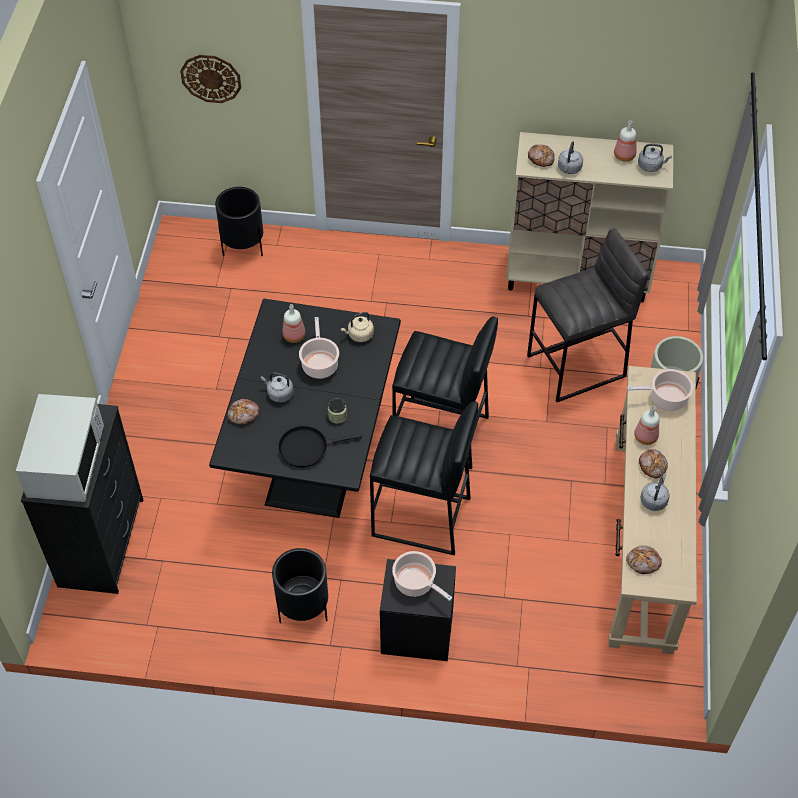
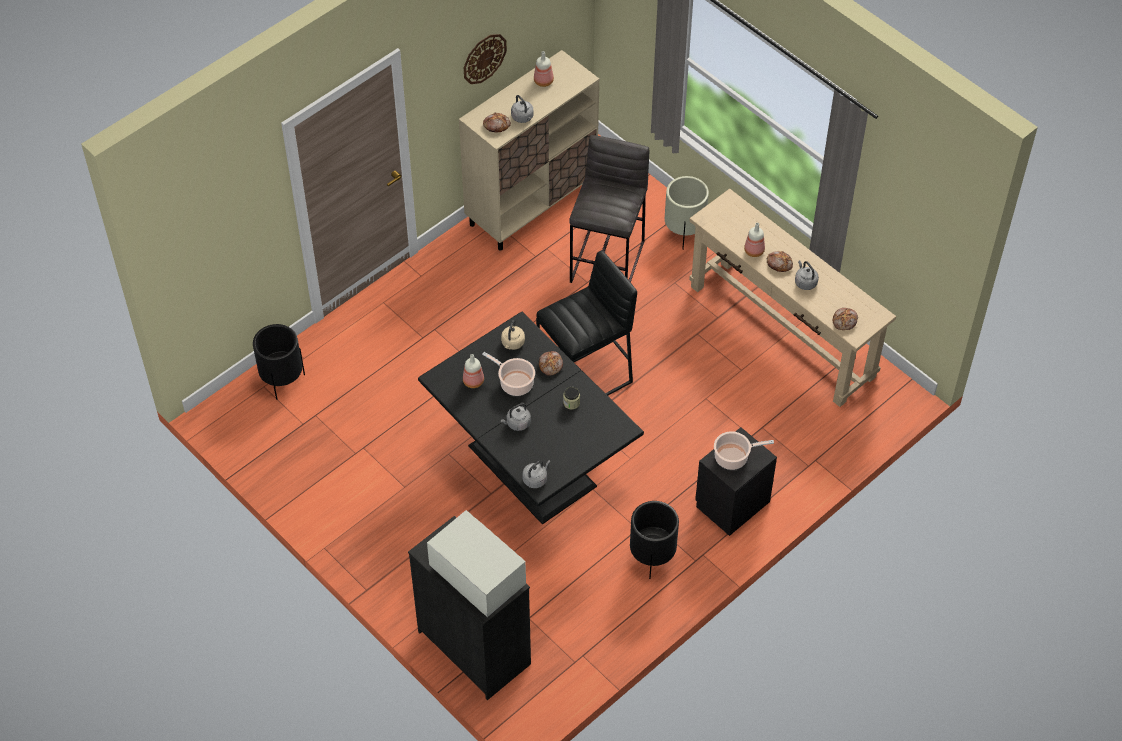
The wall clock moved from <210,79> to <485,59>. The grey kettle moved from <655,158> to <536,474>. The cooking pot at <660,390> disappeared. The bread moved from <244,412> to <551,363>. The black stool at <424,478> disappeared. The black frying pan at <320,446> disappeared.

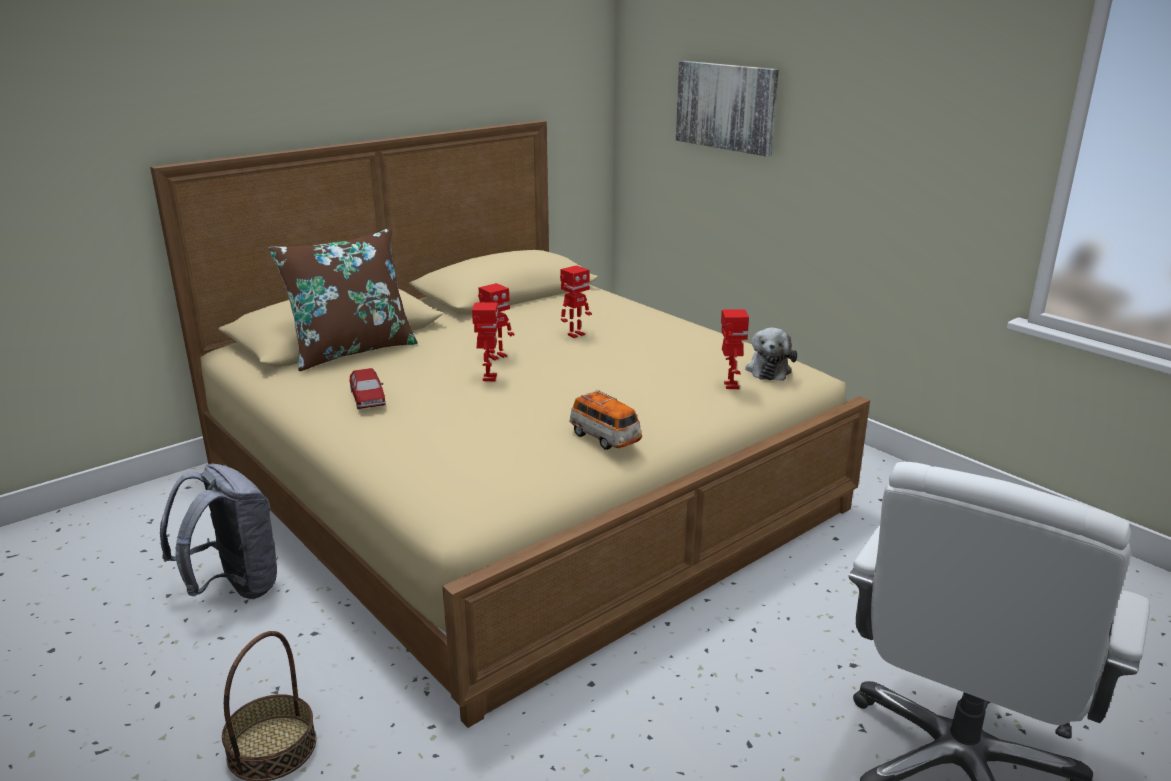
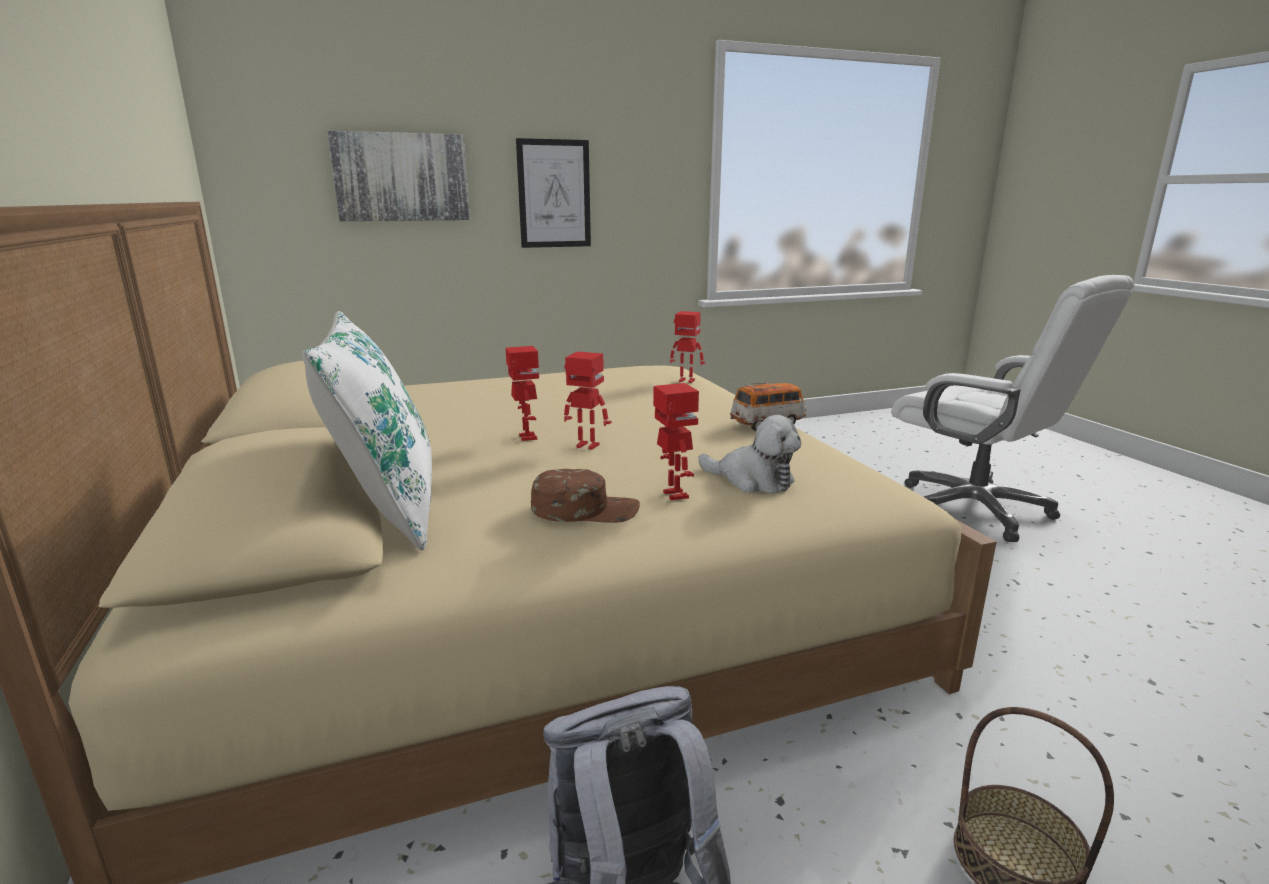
The brown pillow at <343,299> became the white pillow at <367,431>. The toy robot moved from <576,301> to <676,441>. The plush toy moved from <771,354> to <750,454>. The toy car at <367,388> was replaced by the brown cap at <585,496>. The picture at <553,193> appeared.

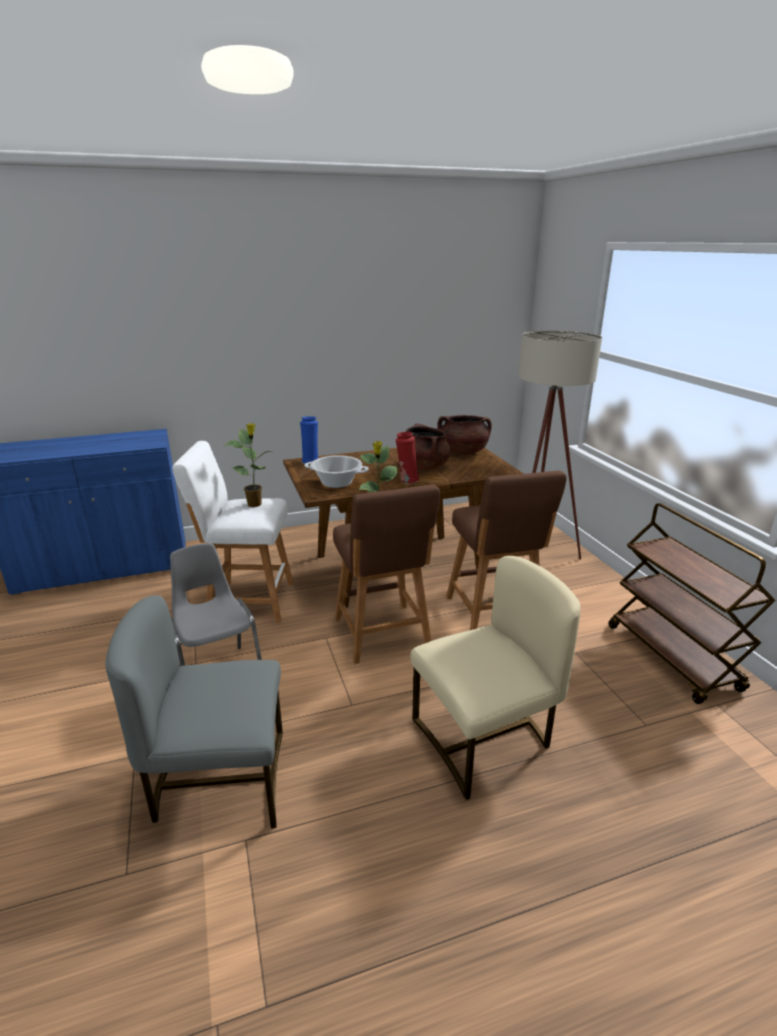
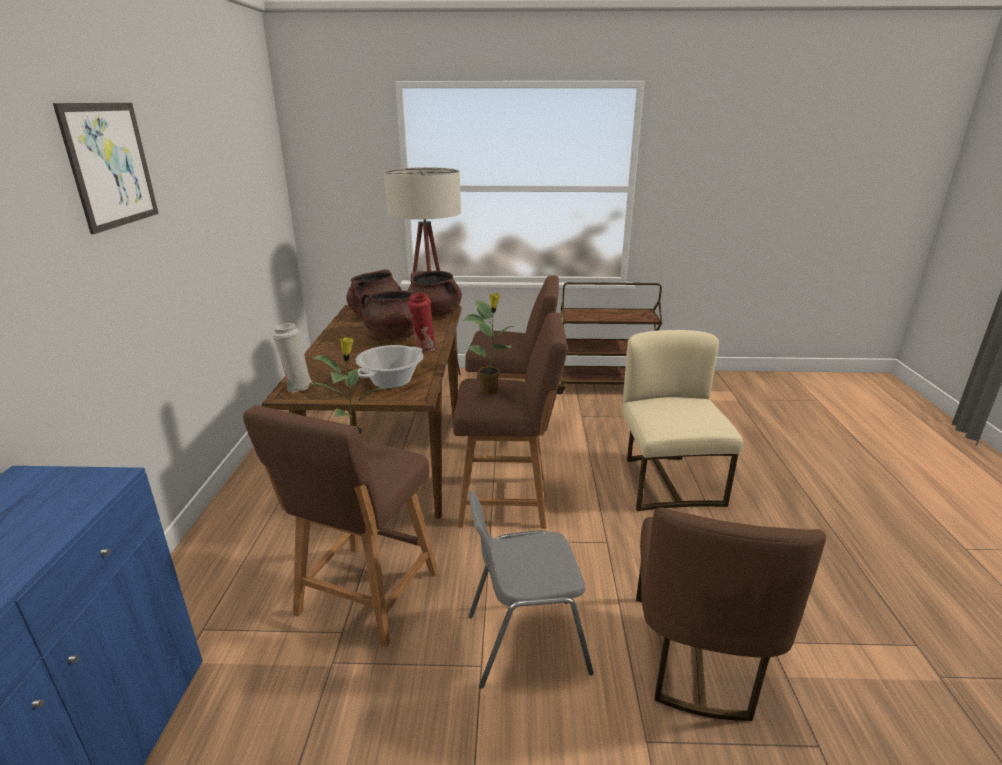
The blue vase at <309,440> became the white vase at <293,357>. The white stool at <233,532> became the brown stool at <340,527>. The grey chair at <194,712> became the brown chair at <731,614>. The picture at <106,168> appeared. The brown cooking pot at <435,294> appeared.

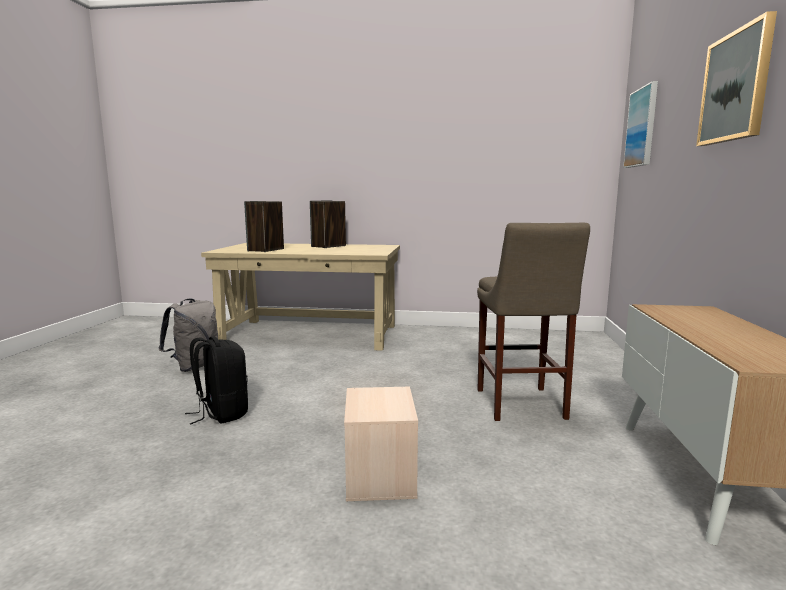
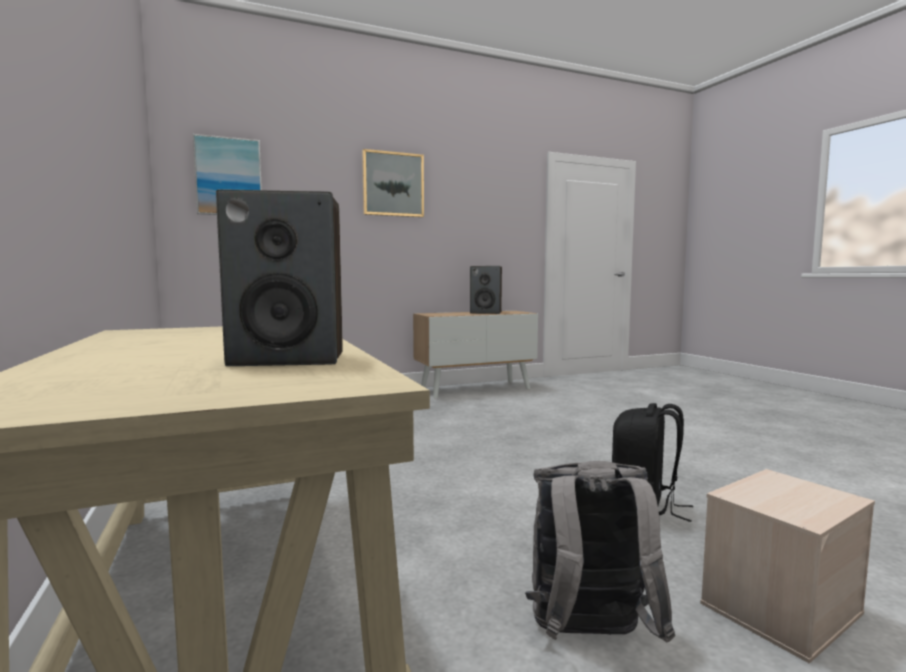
The speaker moved from <328,224> to <486,290>. The beige stool at <533,322> disappeared. The beige storage box moved from <381,444> to <787,566>.

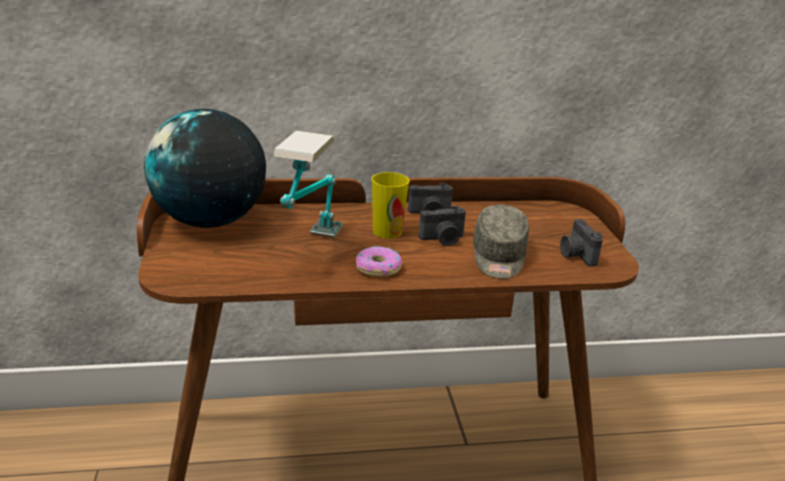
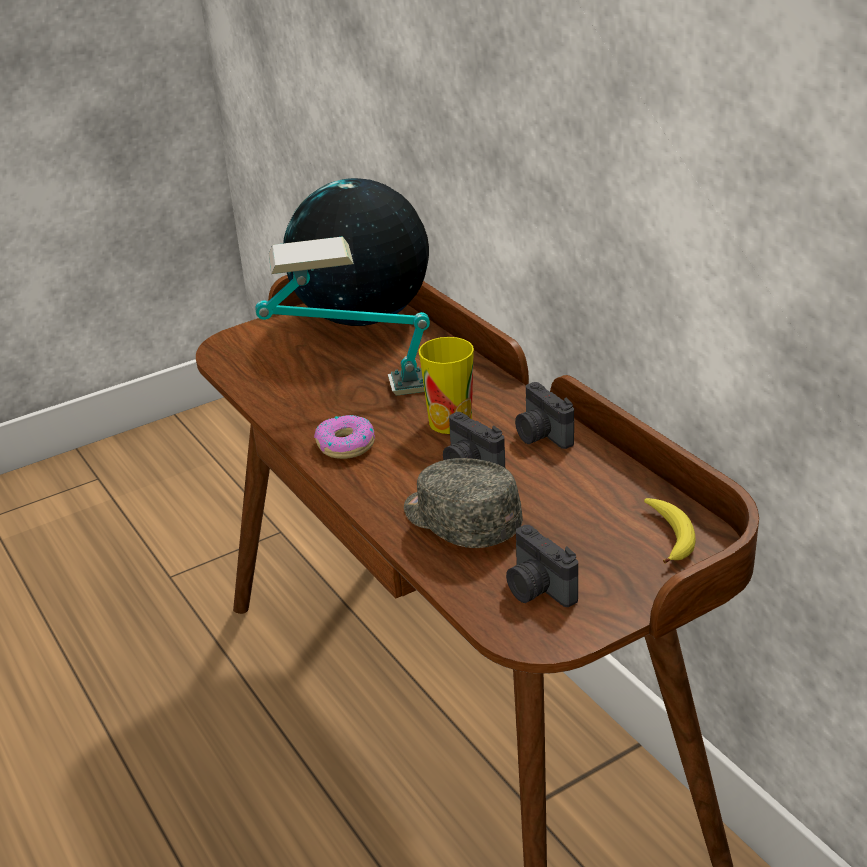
The grey cap at <501,241> turned 60 degrees clockwise. The photo camera at <581,242> turned 90 degrees counterclockwise. The banana at <669,531> appeared.

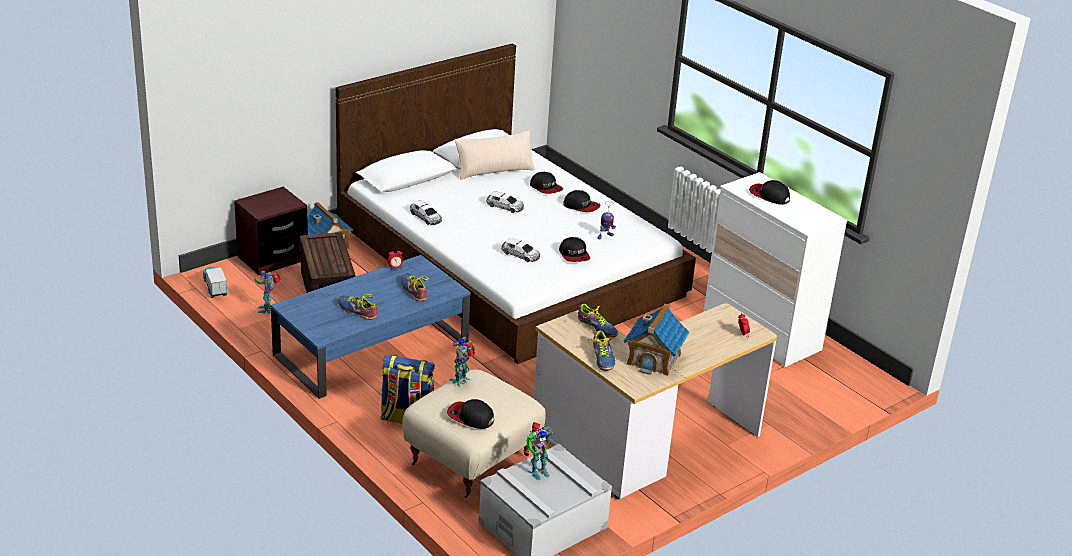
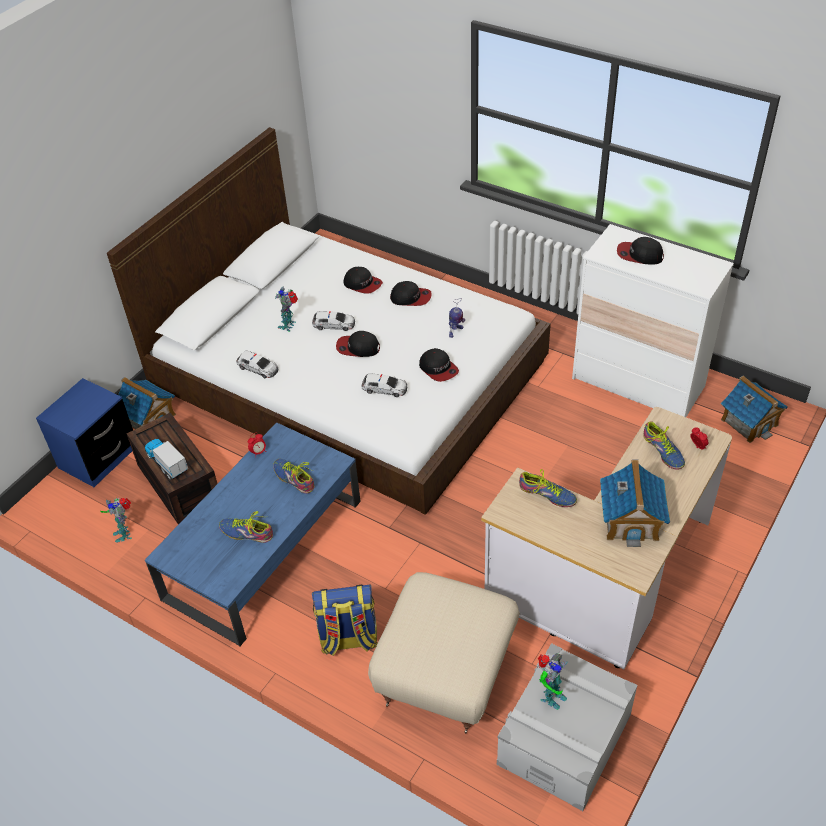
The beige pillow at <495,155> disappeared. The brown nightstand at <271,231> became the blue nightstand at <84,432>. The toy truck moved from <215,282> to <166,459>. The shoe moved from <601,350> to <664,445>. The toy robot moved from <462,362> to <286,309>. The cap moved from <470,414> to <358,344>. The toy house at <754,409> appeared.

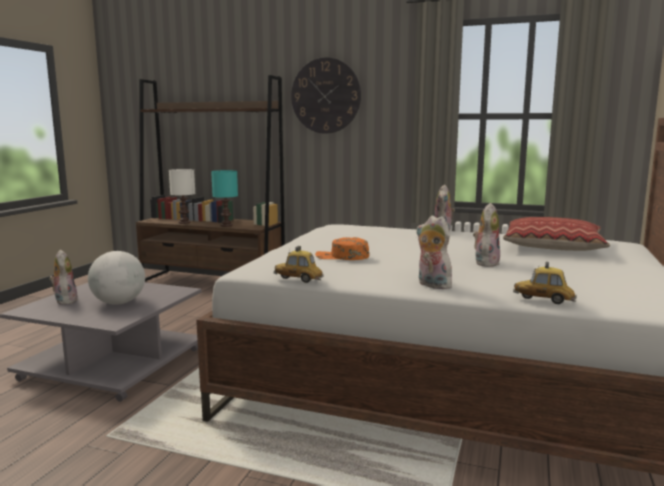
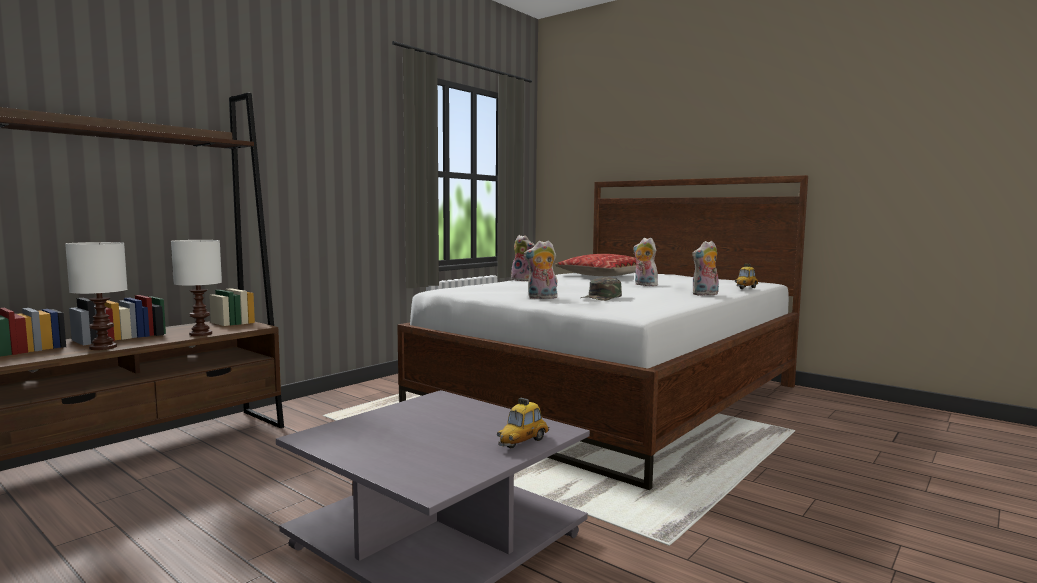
The wall clock at <326,95> disappeared. The turquoise table lamp at <224,198> became the white table lamp at <196,288>. The orange cap at <342,248> became the green cap at <601,289>. The toy car moved from <298,264> to <523,423>. The plush toy moved from <63,277> to <541,269>. The globe at <116,278> disappeared.

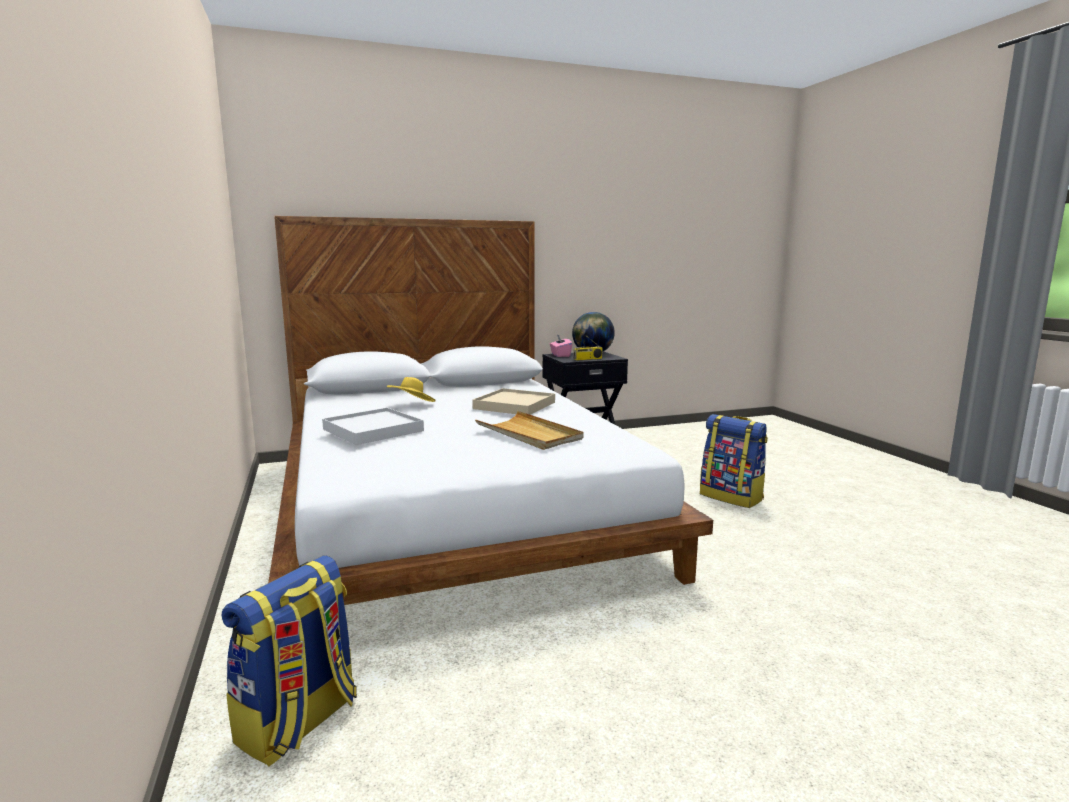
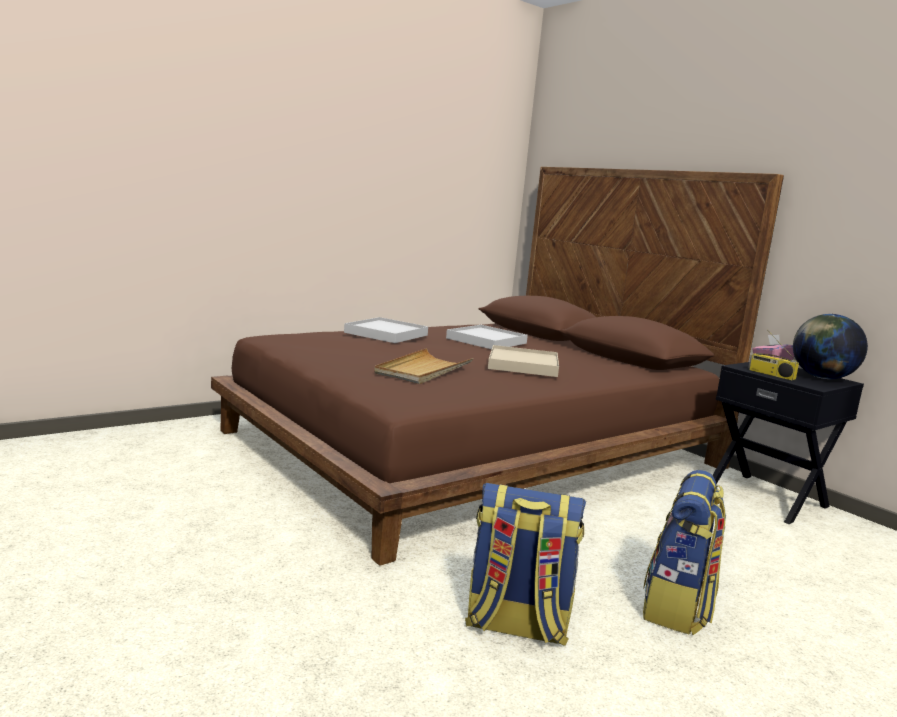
The white bed at <490,410> became the brown bed at <497,366>. The yellow hat at <411,389> was replaced by the white tray at <487,337>. The backpack moved from <289,660> to <525,564>.

